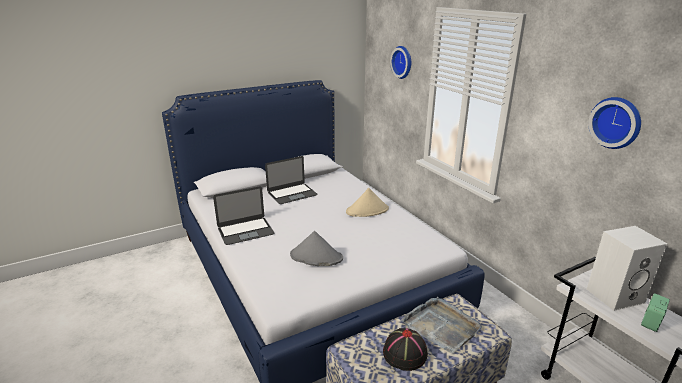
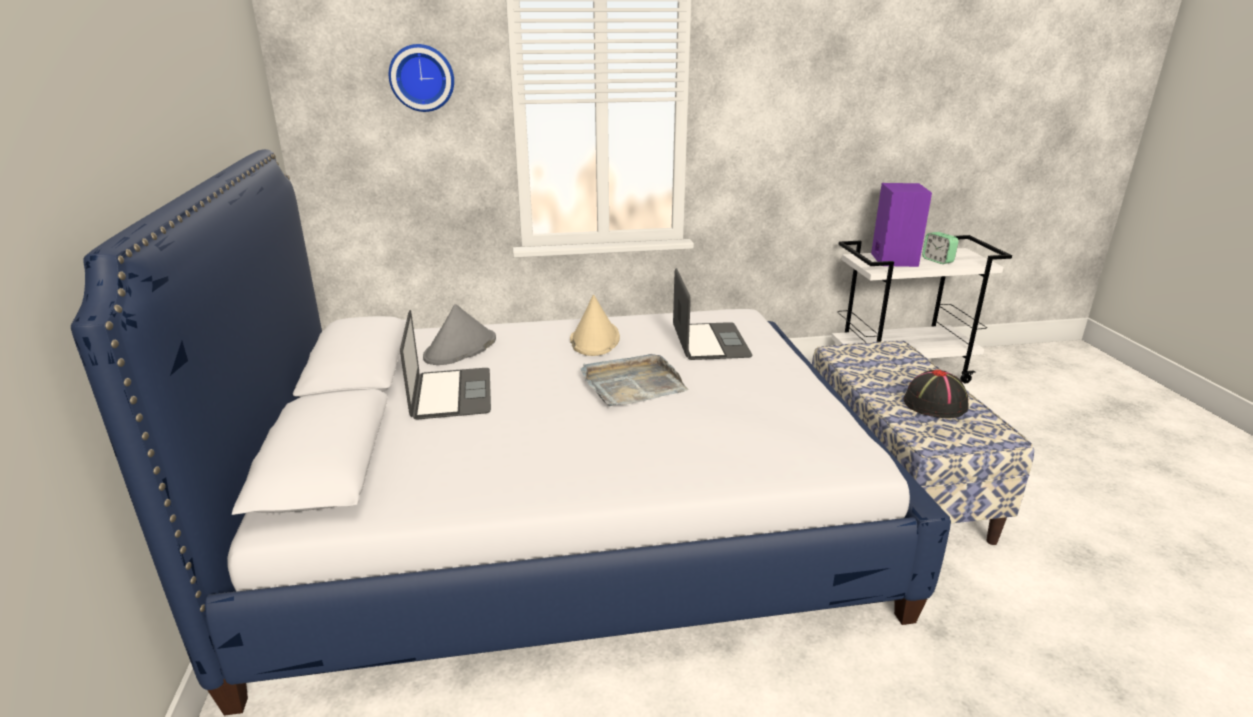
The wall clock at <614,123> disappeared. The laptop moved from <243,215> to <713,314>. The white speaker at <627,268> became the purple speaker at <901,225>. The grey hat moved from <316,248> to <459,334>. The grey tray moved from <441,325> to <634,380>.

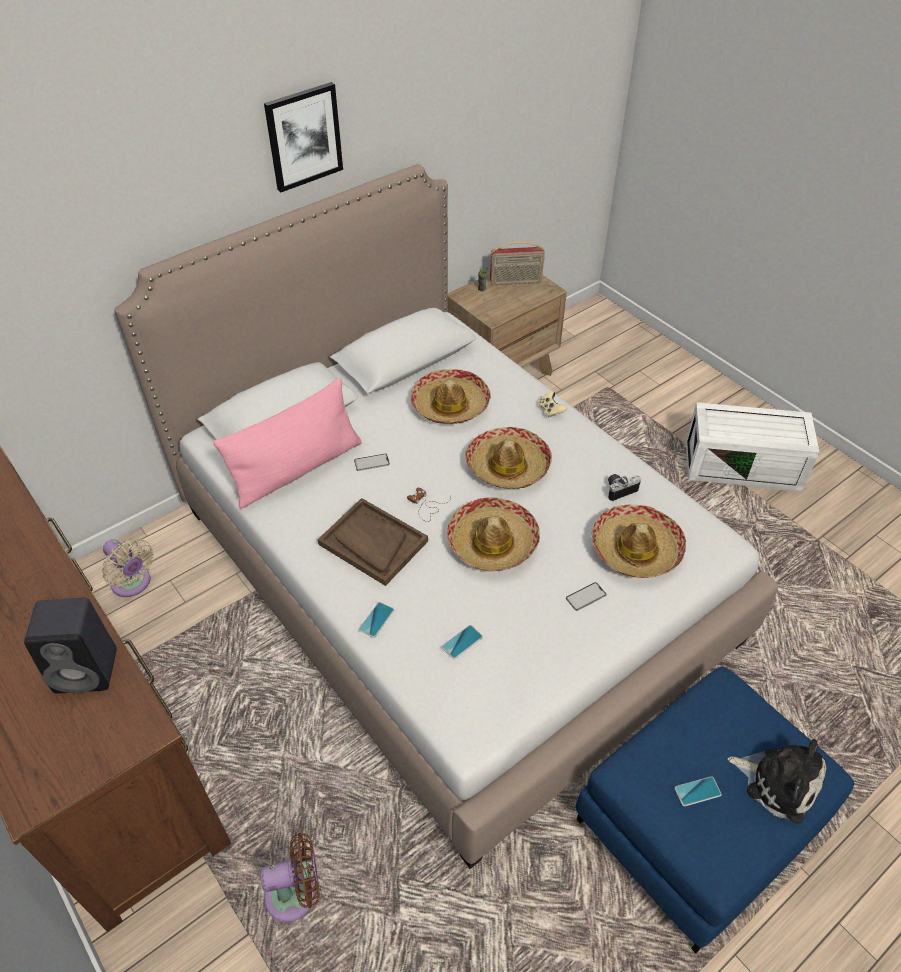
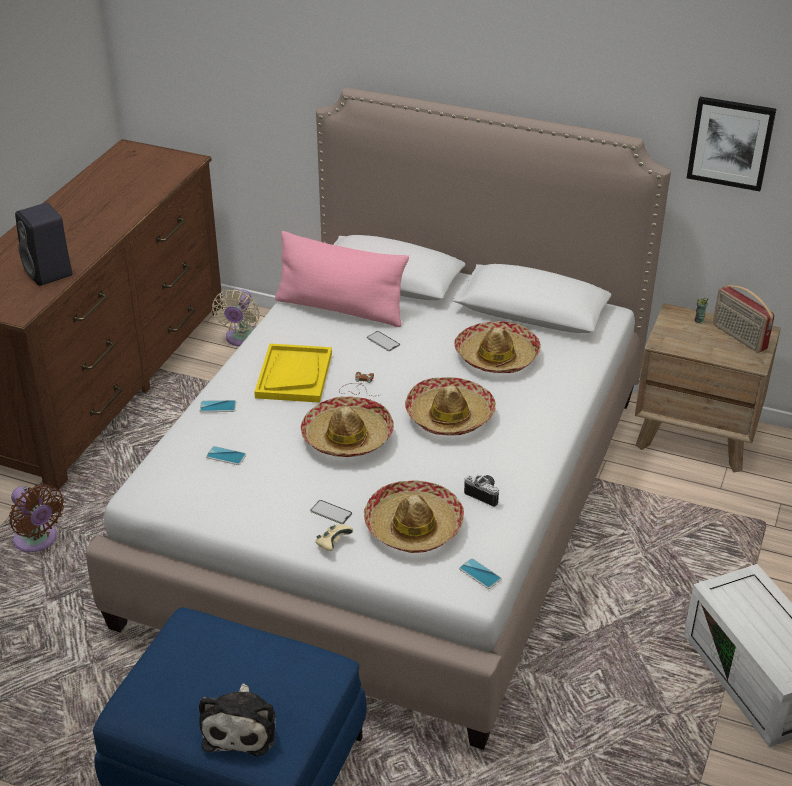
The picture moved from <303,137> to <731,144>. The beige game controller moved from <552,404> to <334,538>. The brown tray at <373,542> became the yellow tray at <293,373>. The phone moved from <698,791> to <480,573>.

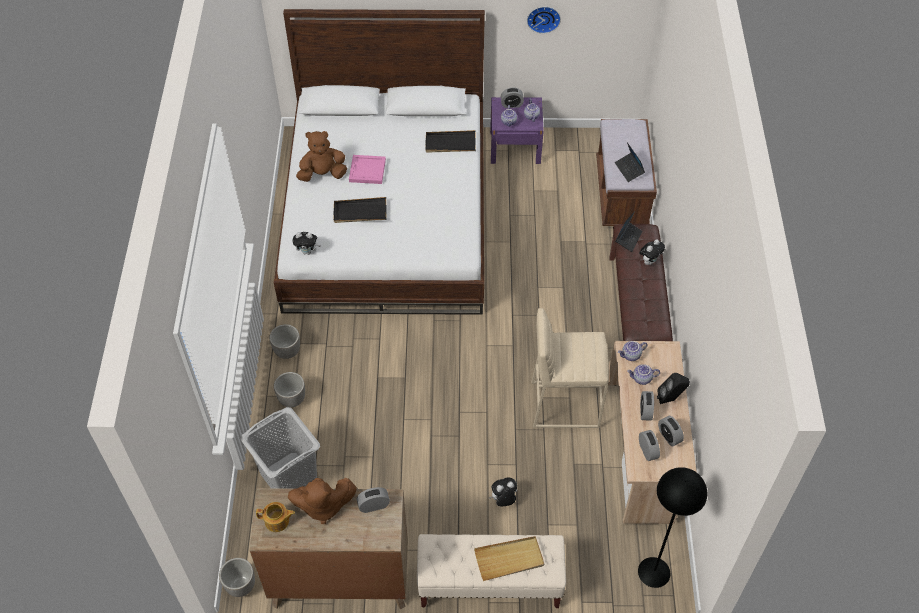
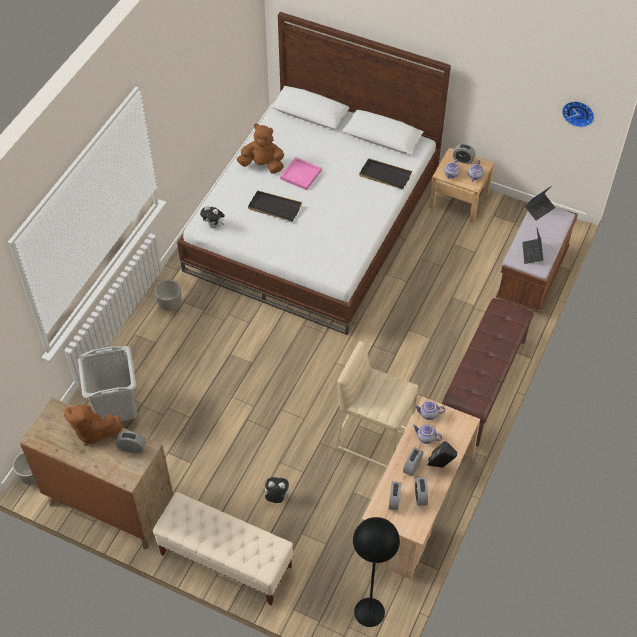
The wall clock moved from <544,20> to <578,114>. The purple nightstand at <517,130> became the beige nightstand at <461,185>. The laptop moved from <629,231> to <540,203>. The plush toy at <652,252> disappeared. The planter at <289,389> disappeared. The teapot at <275,517> disappeared. The beige tray at <509,558> disappeared.

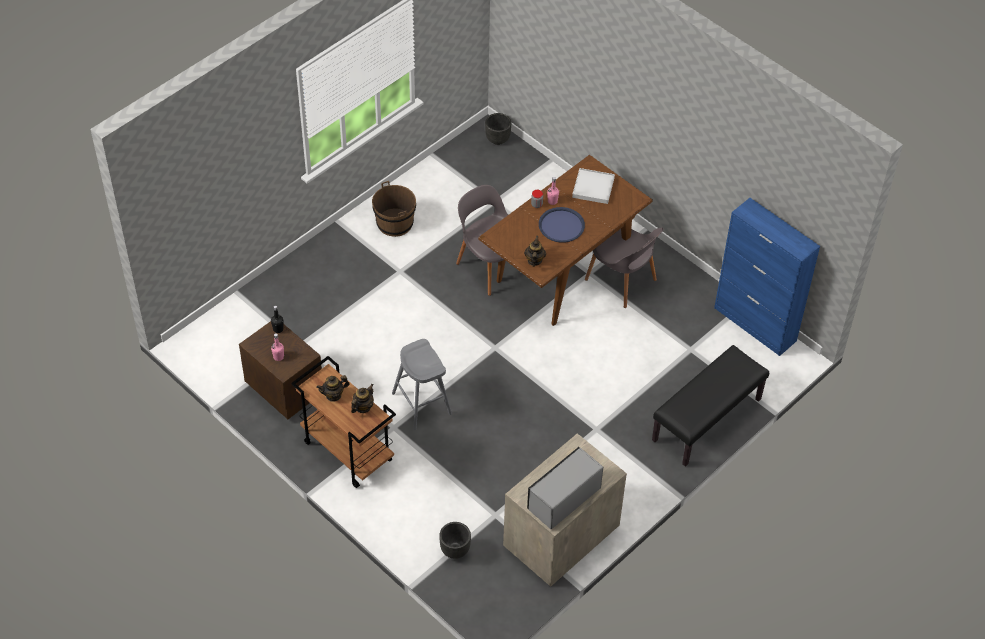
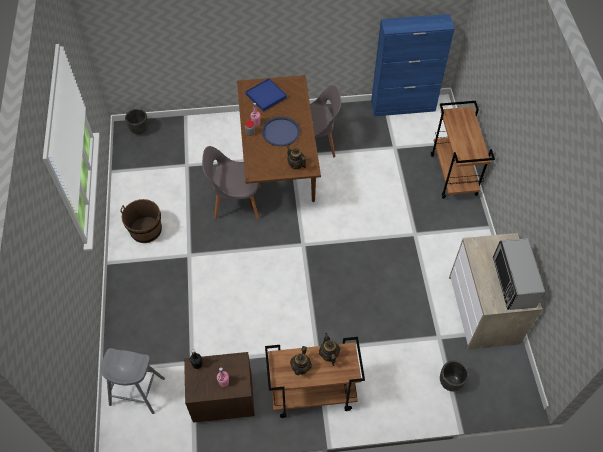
The white tray at <593,186> became the blue tray at <266,95>. The grey stool moved from <422,384> to <132,381>. The black bench at <710,406> was replaced by the brown cart at <463,150>.

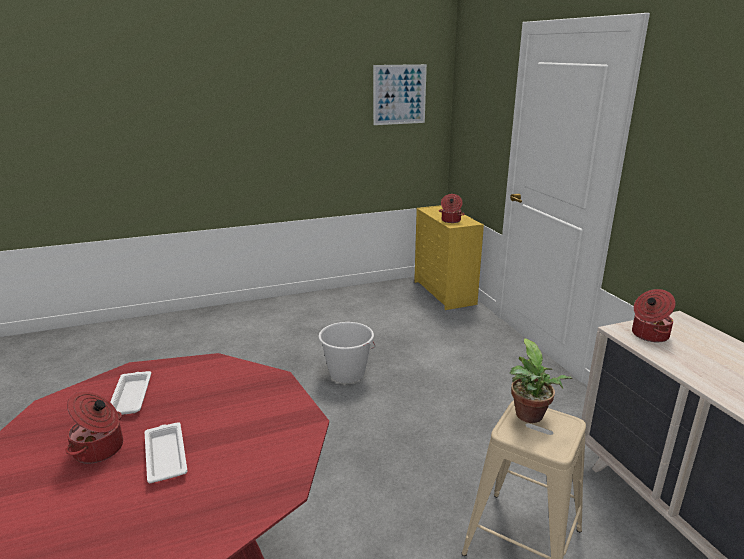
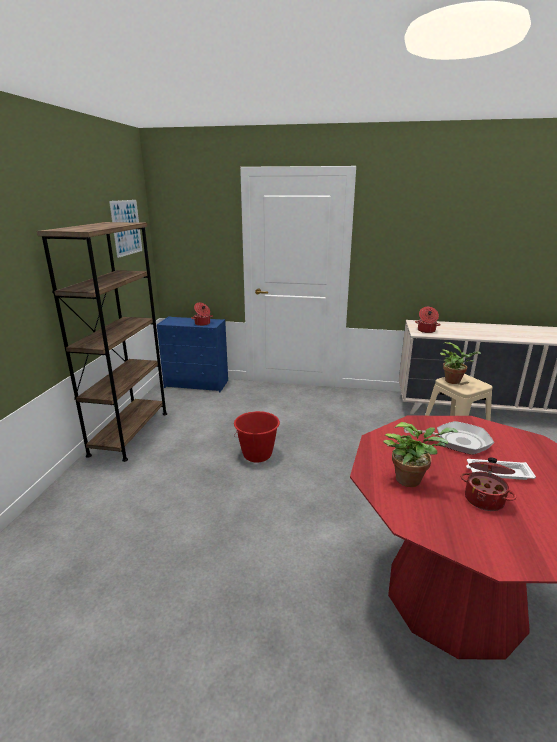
The yellow dresser at <449,257> became the blue dresser at <192,354>. The white bucket at <347,352> became the red bucket at <257,436>. The white tray at <130,393> was replaced by the potted plant at <421,454>. The brown bookcase at <102,342> appeared. The frying pan at <449,438> appeared.

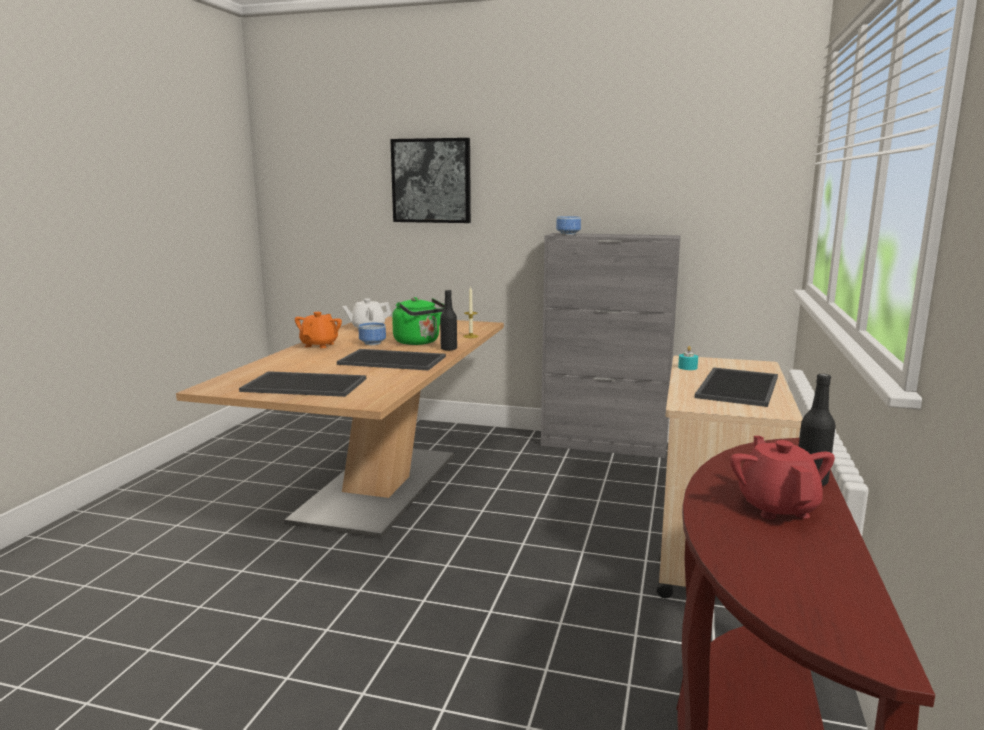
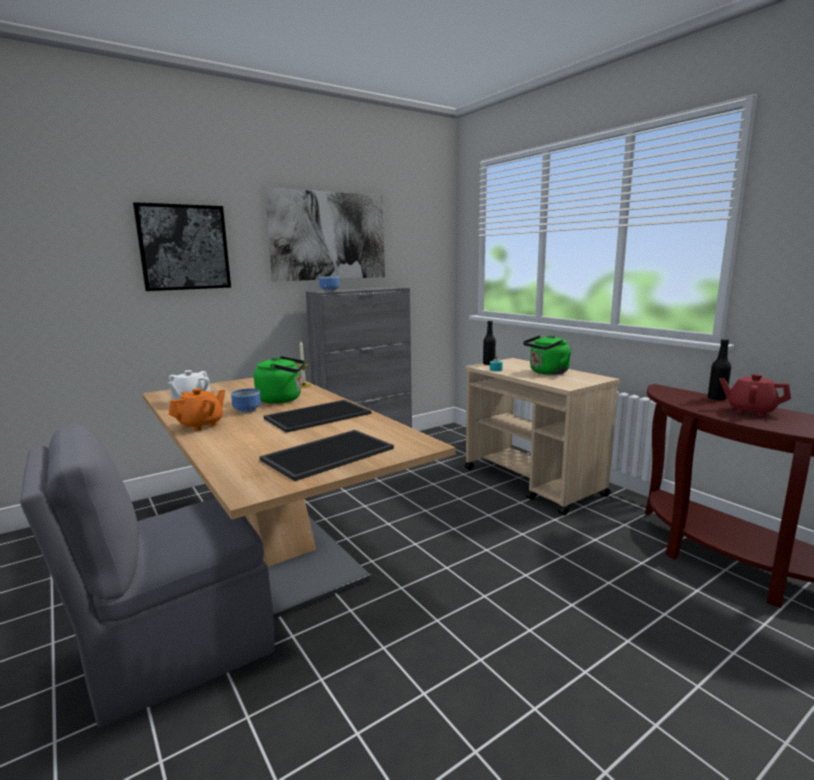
The black bottle moved from <448,320> to <489,343>. The orange teapot at <318,330> turned 75 degrees clockwise. The tray at <736,387> was replaced by the green kettle at <547,355>. The picture at <324,235> appeared. The grey chair at <147,576> appeared.

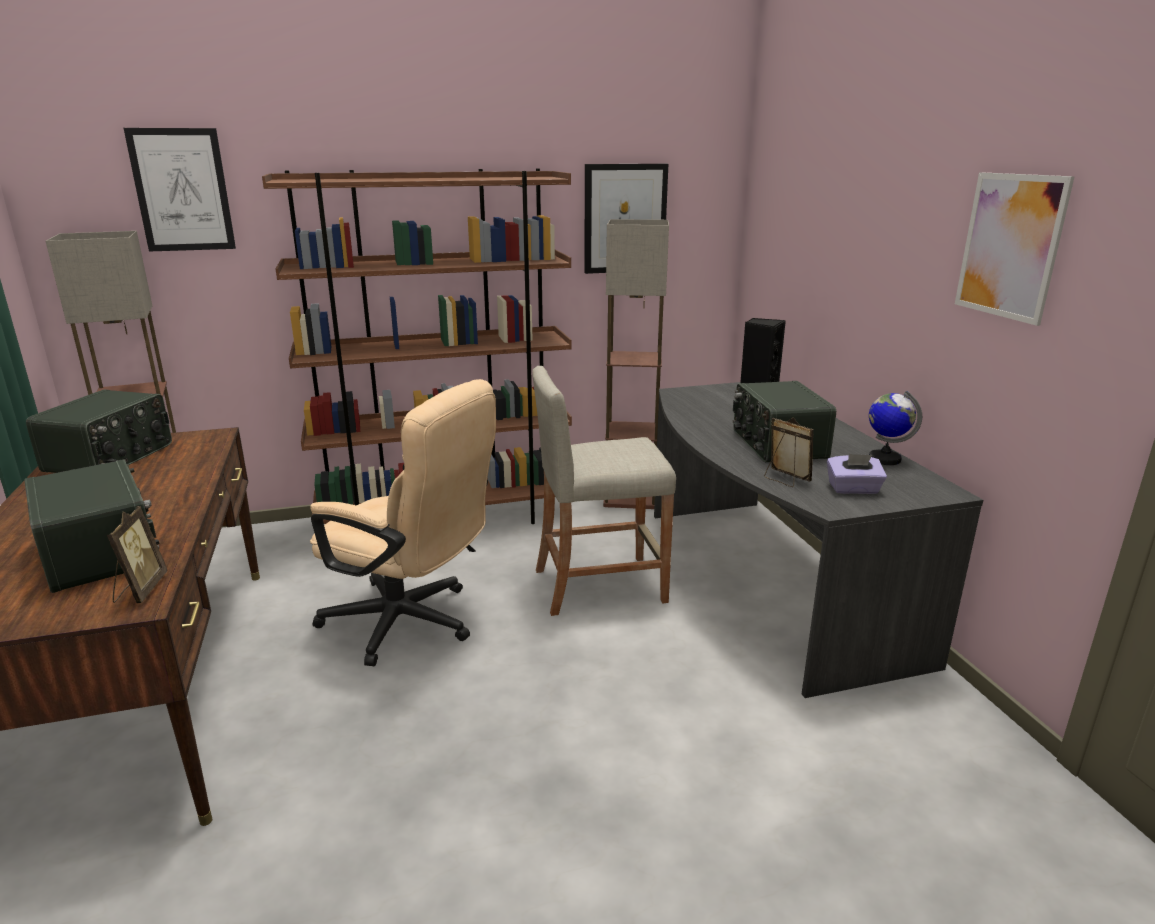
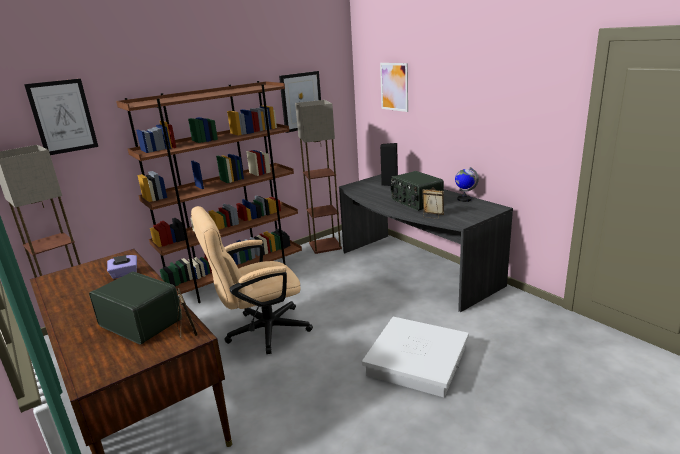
The picture moved from <1015,249> to <394,87>. The beige stool at <604,491> disappeared. The beige office chair at <403,522> turned 150 degrees clockwise. The radio at <99,431> disappeared. The purple tissue box moved from <857,474> to <122,267>. The white storage box at <415,357> appeared.

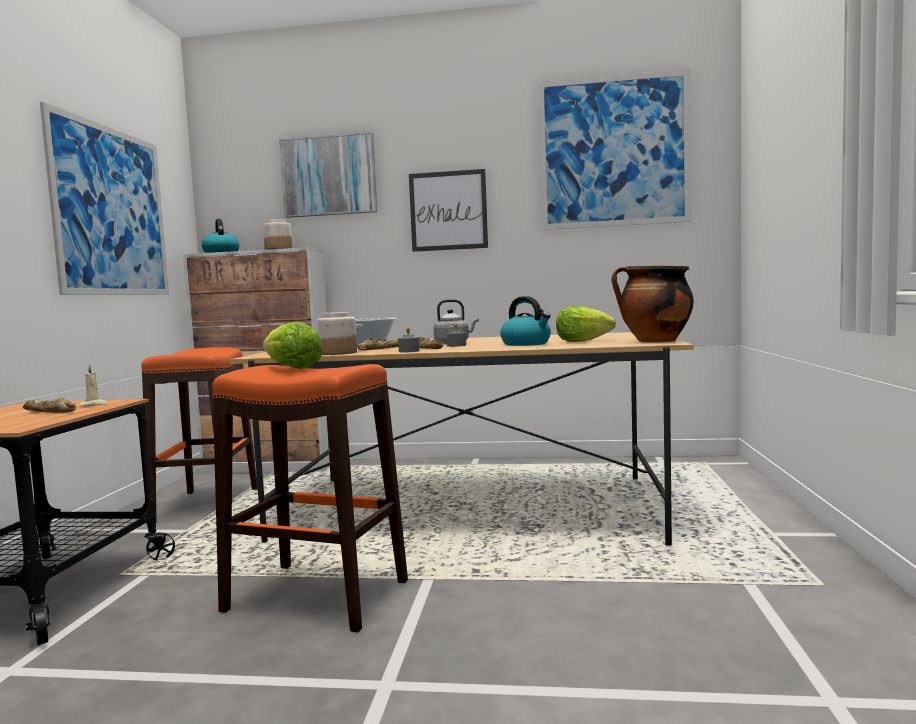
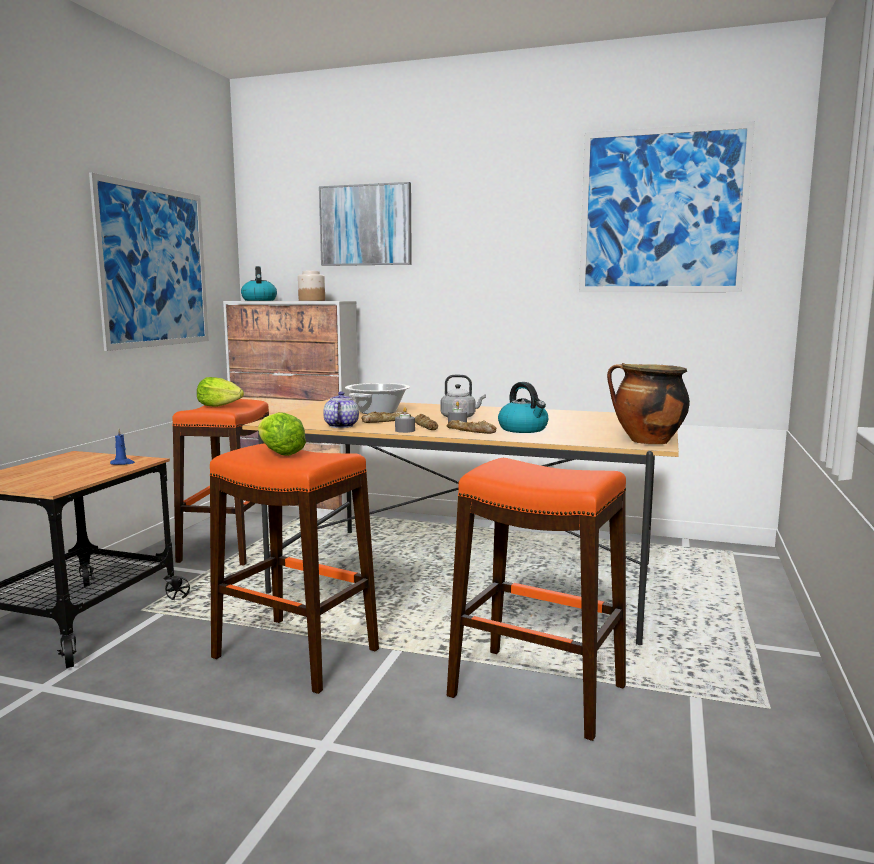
The picture at <448,210> disappeared. The lettuce moved from <586,324> to <220,392>. The jar at <337,333> was replaced by the teapot at <341,410>. The beige candle at <94,385> became the blue candle at <122,447>. The bread moved from <50,405> to <471,427>. The orange stool at <536,599> appeared.

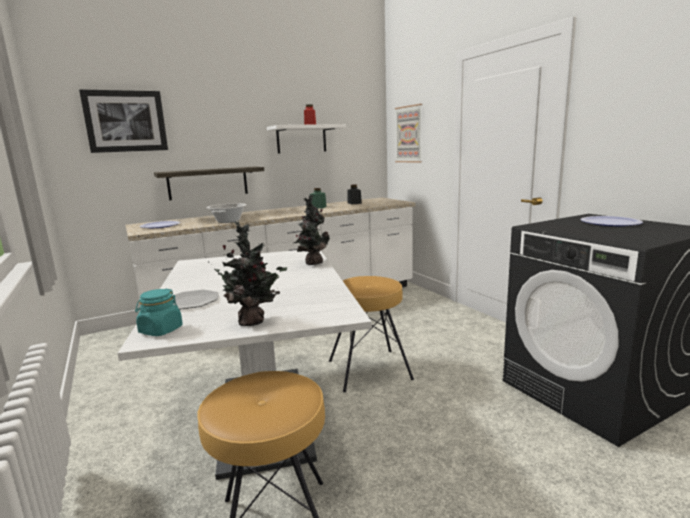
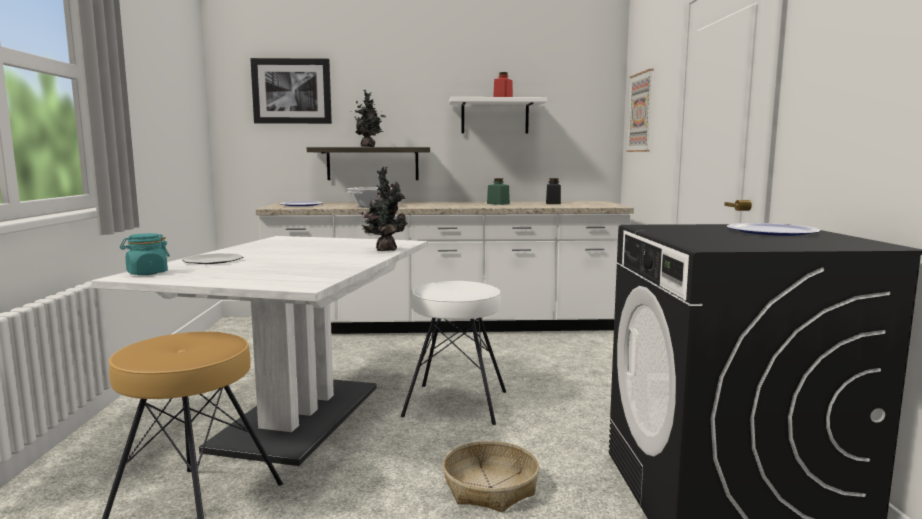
The potted plant moved from <247,274> to <370,118>. The brown stool at <371,334> became the white stool at <453,353>. The basket at <491,476> appeared.

